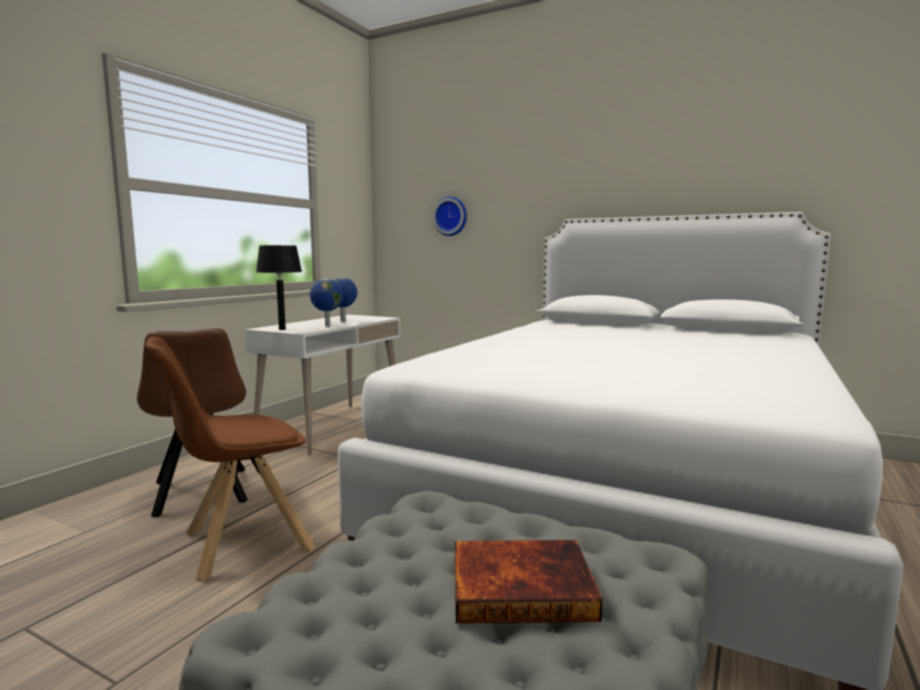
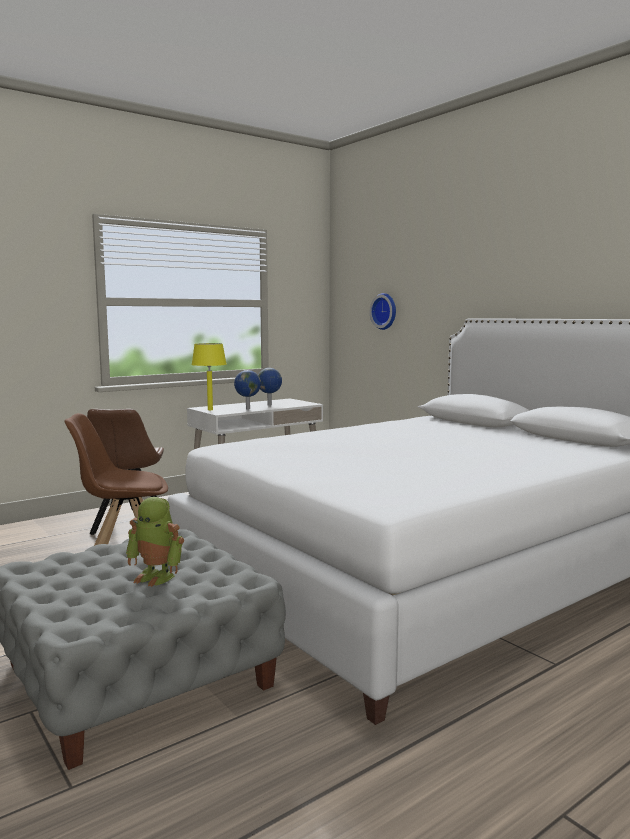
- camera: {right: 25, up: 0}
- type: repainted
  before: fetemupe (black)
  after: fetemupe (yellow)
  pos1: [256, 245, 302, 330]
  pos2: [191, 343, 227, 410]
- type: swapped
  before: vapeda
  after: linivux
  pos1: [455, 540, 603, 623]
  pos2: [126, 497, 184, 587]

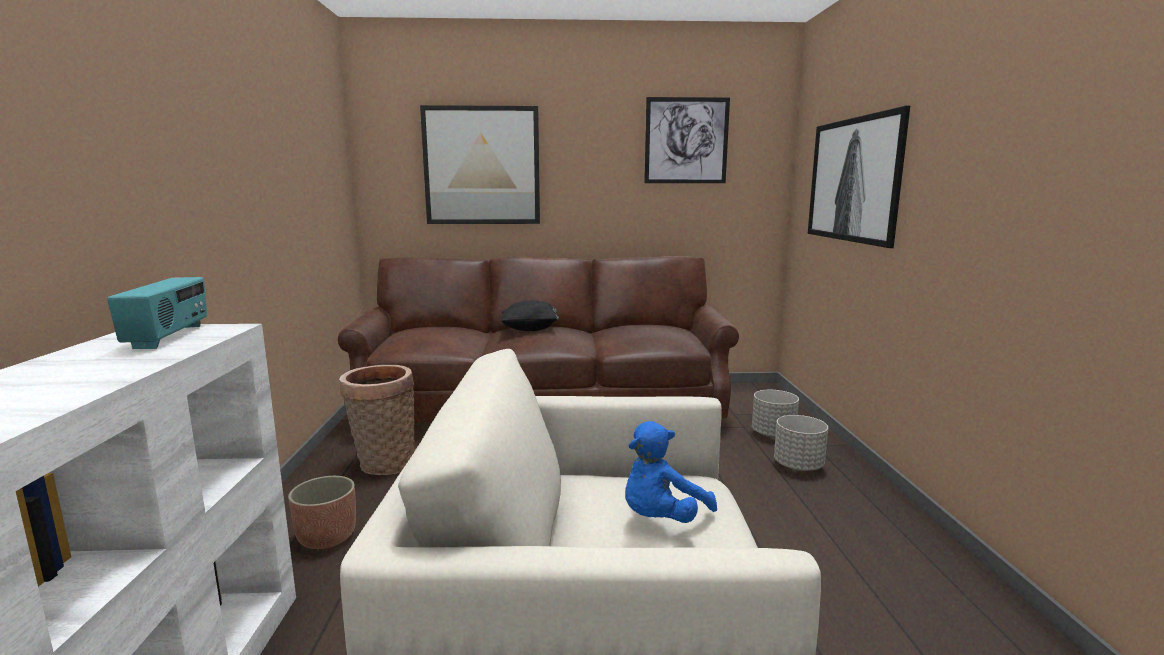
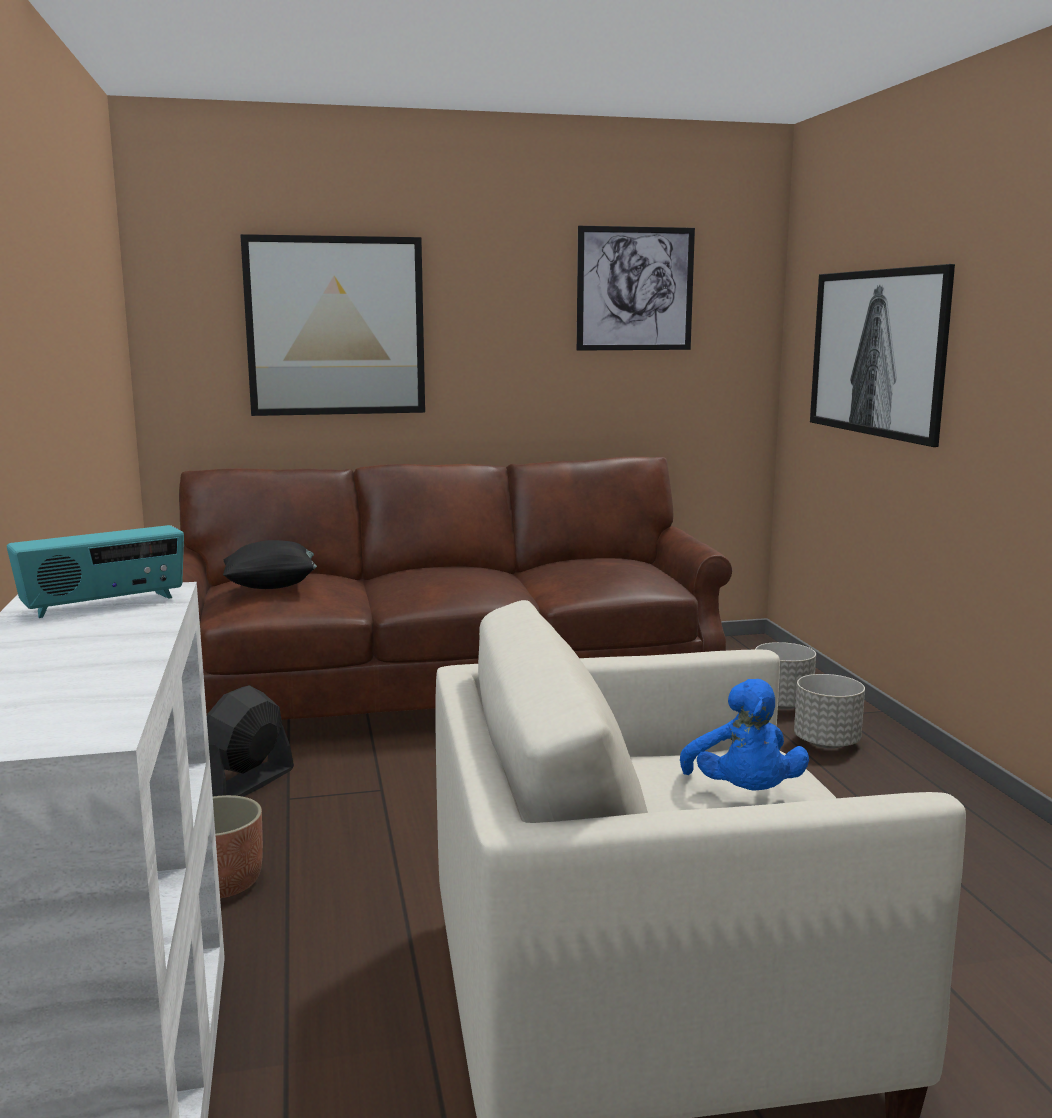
- camera: {right: -10, up: 0}
- type: rotated
  before: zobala
  pos1: [107, 277, 207, 349]
  pos2: [7, 525, 184, 618]
  turn: 75
- type: shifted
  before: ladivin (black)
  pos1: [500, 300, 559, 331]
  pos2: [223, 540, 317, 589]
- type: swapped
  before: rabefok
  after: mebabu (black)
  pos1: [339, 365, 415, 475]
  pos2: [207, 685, 294, 797]
- type: rotated
  before: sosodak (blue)
  pos1: [625, 421, 717, 523]
  pos2: [680, 679, 809, 790]
  turn: -45

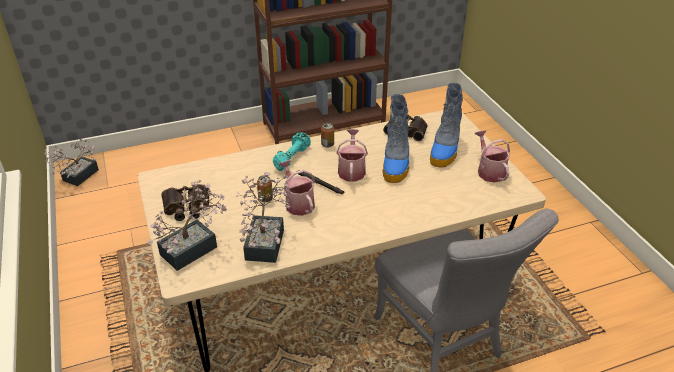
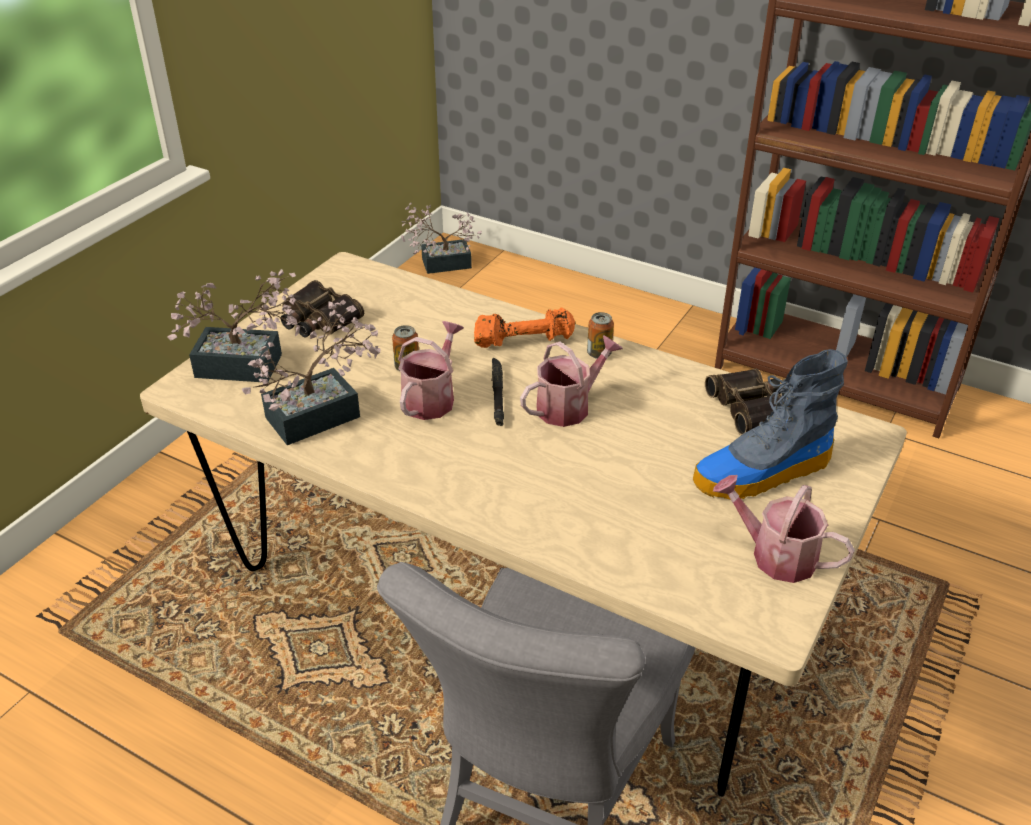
- camera: {right: 50, up: 0}
- type: gone
  before: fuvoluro
  pos1: [383, 94, 409, 183]
- type: rotated
  before: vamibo
  pos1: [475, 130, 510, 183]
  pos2: [713, 475, 855, 583]
  turn: -90
- type: repainted
  before: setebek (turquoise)
  after: setebek (orange)
  pos1: [273, 132, 311, 171]
  pos2: [474, 307, 576, 348]

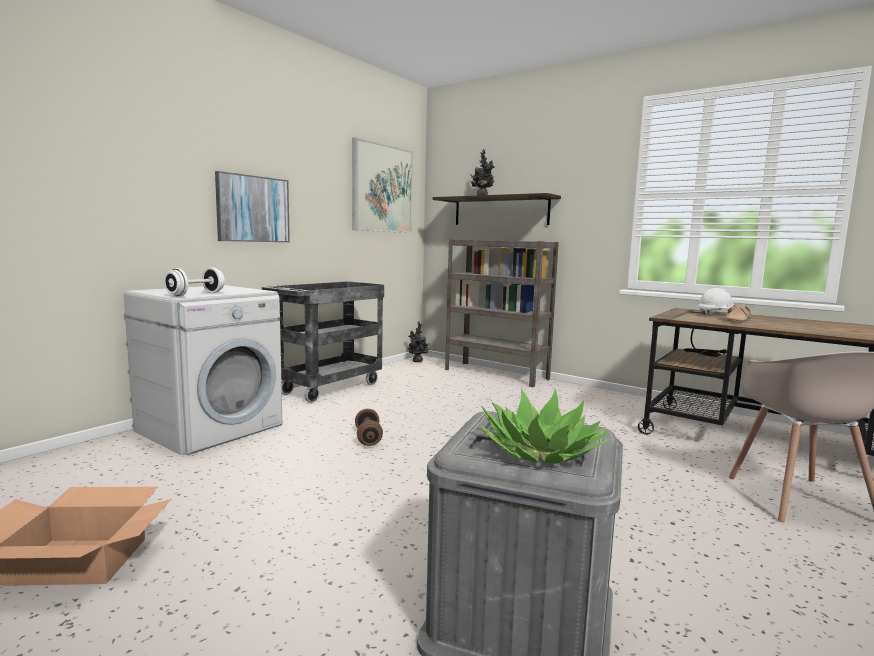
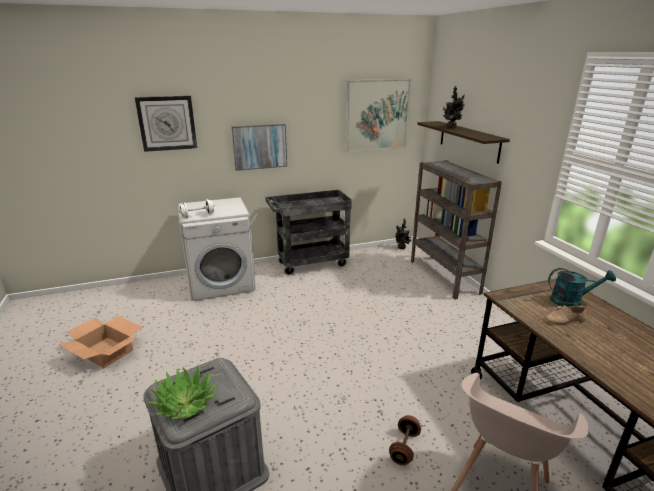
- camera: {right: 35, up: 15}
- type: swapped
  before: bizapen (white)
  after: vamibo (turquoise)
  pos1: [697, 288, 734, 316]
  pos2: [548, 268, 616, 307]
- type: shifted
  before: setebek (brown)
  pos1: [355, 409, 383, 446]
  pos2: [389, 415, 421, 466]
- type: new
  after: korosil
  pos2: [135, 96, 197, 152]

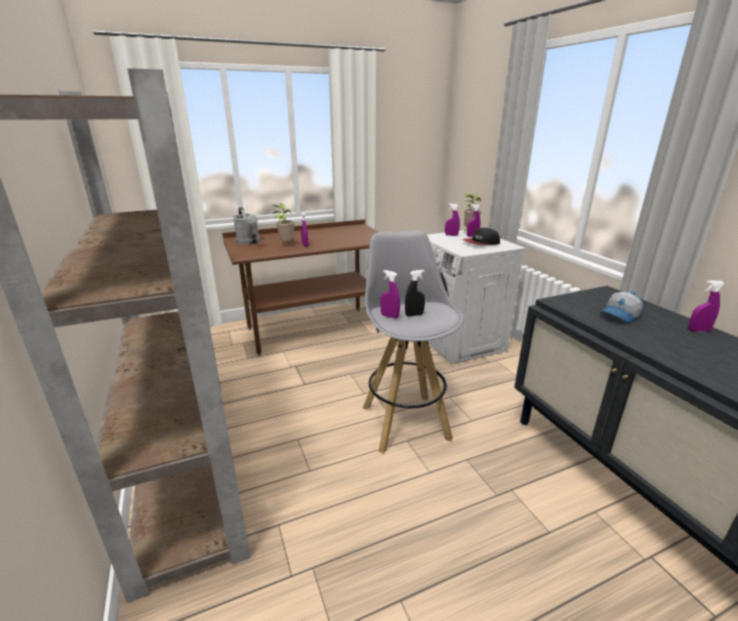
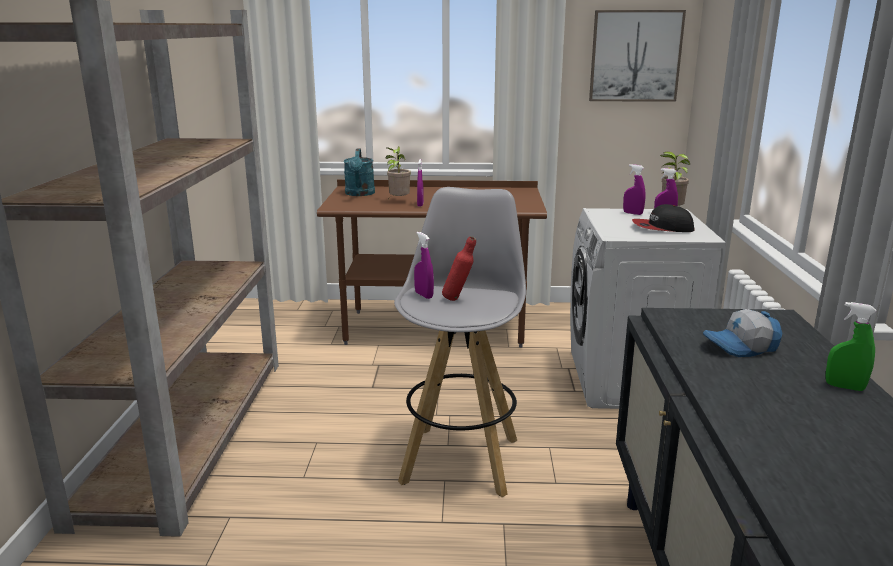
- camera: {right: 25, up: -5}
- type: repainted
  before: vamibo (grey)
  after: vamibo (turquoise)
  pos1: [233, 207, 260, 245]
  pos2: [344, 149, 375, 196]
- type: swapped
  before: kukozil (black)
  after: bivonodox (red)
  pos1: [405, 270, 425, 317]
  pos2: [442, 236, 476, 301]
- type: repainted
  before: kukozil (purple)
  after: kukozil (green)
  pos1: [688, 280, 725, 332]
  pos2: [826, 302, 877, 391]
- type: new
  after: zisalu
  pos2: [589, 10, 686, 102]

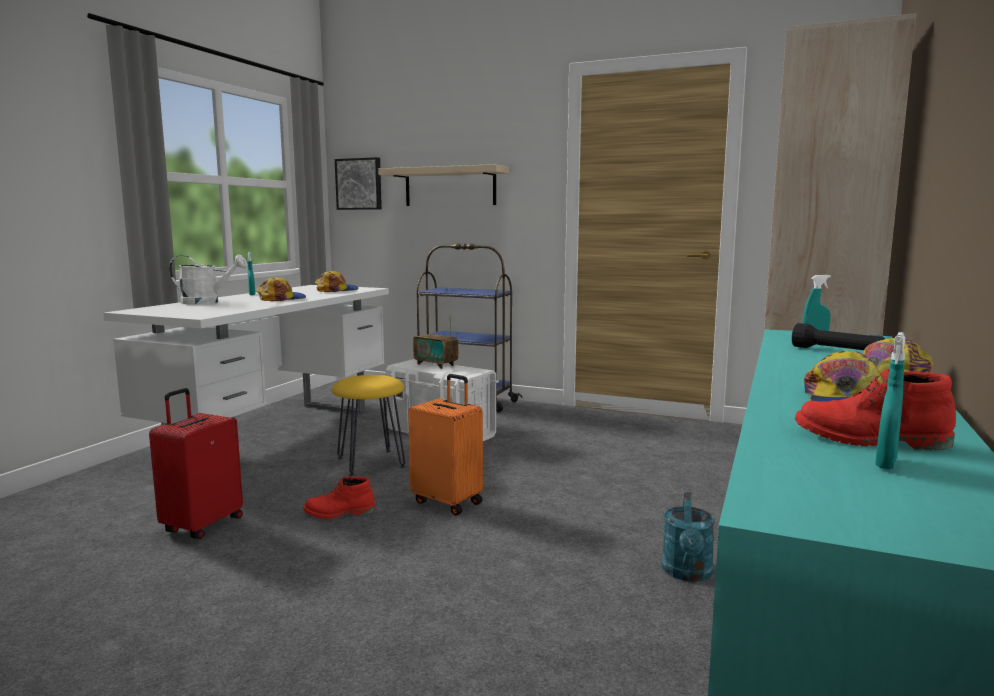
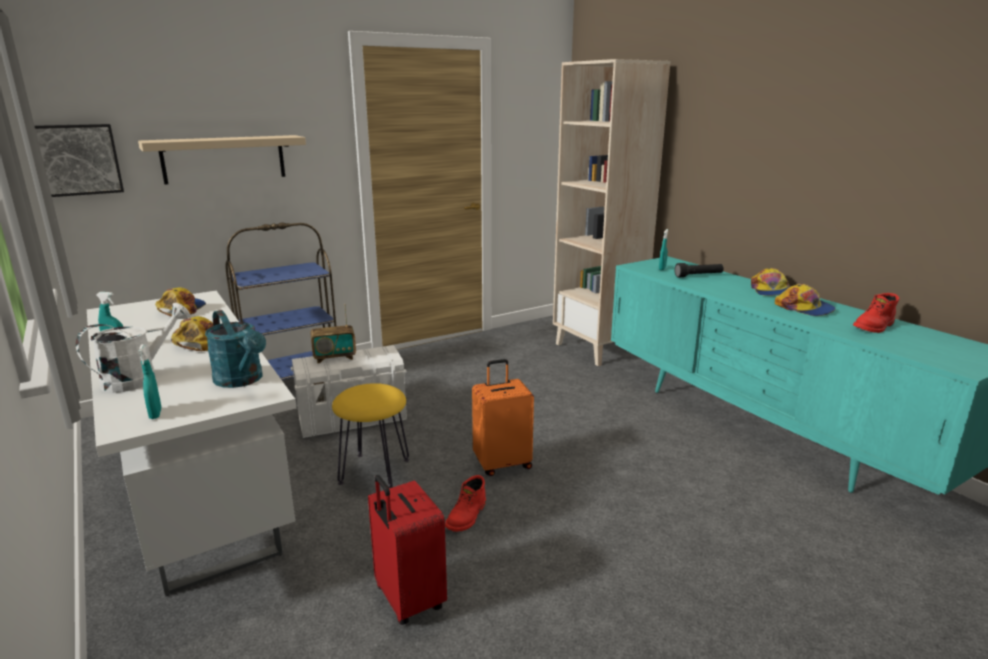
- camera: {right: -55, up: 10}
- type: shifted
  before: kukozil (turquoise)
  pos1: [875, 332, 905, 469]
  pos2: [138, 344, 162, 419]
- type: shifted
  before: vamibo (turquoise)
  pos1: [662, 492, 715, 582]
  pos2: [205, 310, 266, 388]

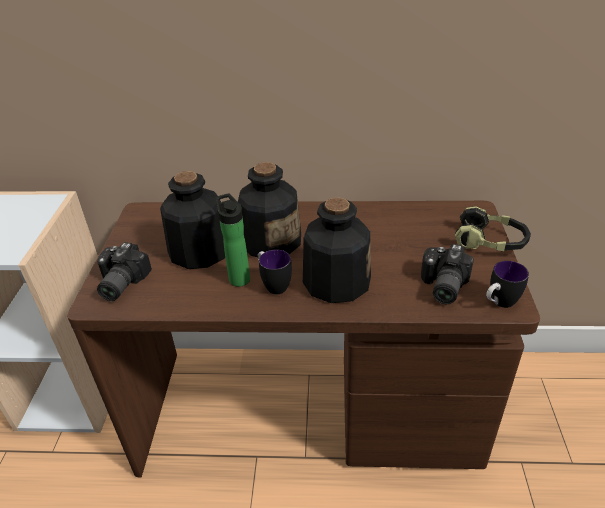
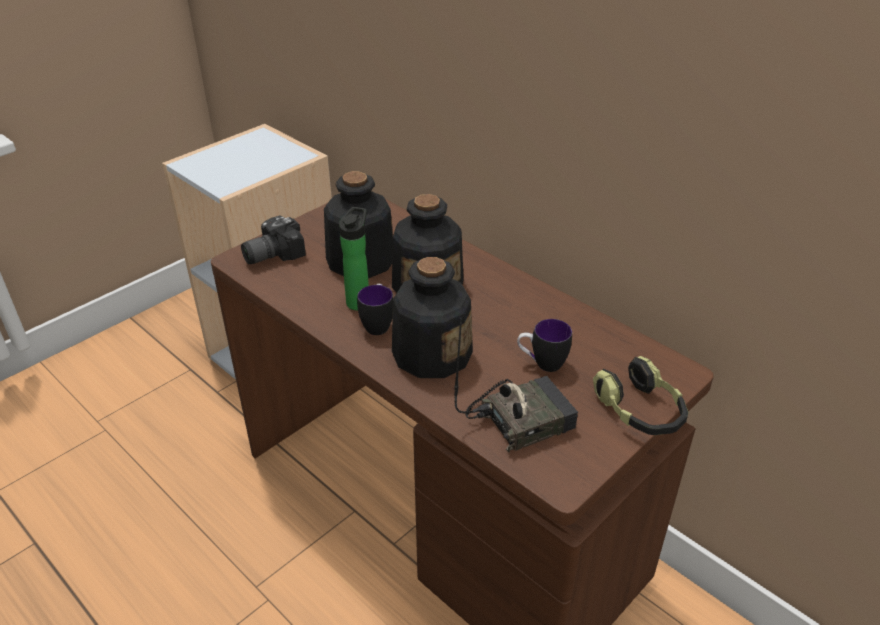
- camera: {right: 40, up: 0}
- type: swapped
  before: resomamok
  after: zobala
  pos1: [421, 244, 474, 304]
  pos2: [454, 318, 578, 453]
- type: shifted
  before: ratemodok
  pos1: [486, 261, 529, 308]
  pos2: [517, 319, 572, 372]

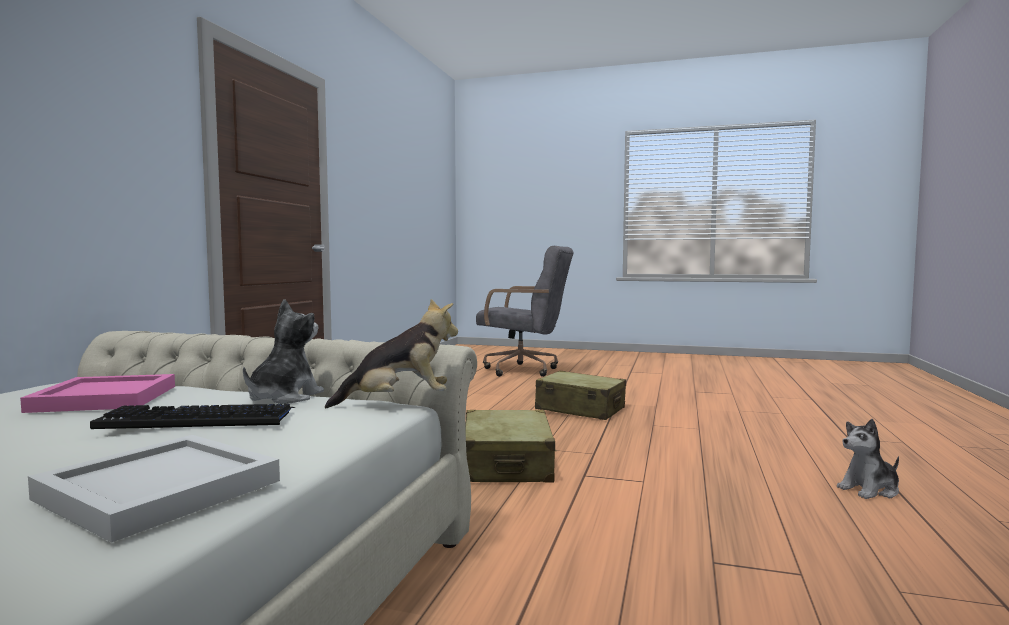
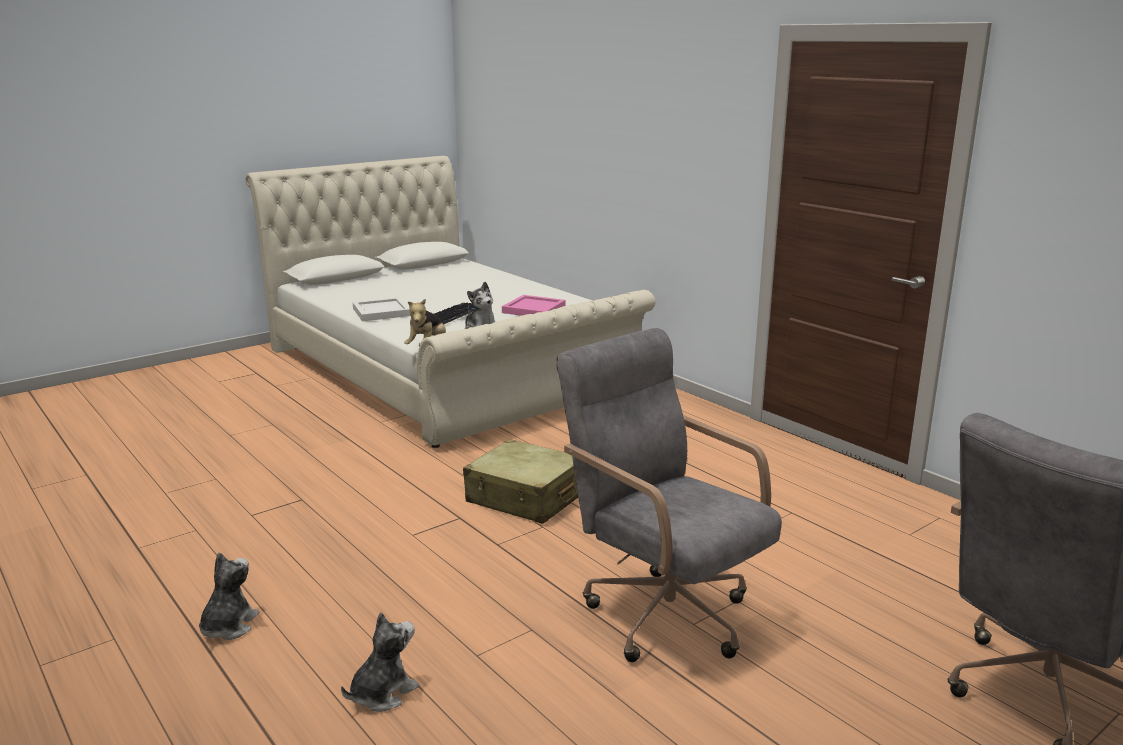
- camera: {right: 125, up: 15}
- type: swapped
  before: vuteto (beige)
  after: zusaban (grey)
  pos1: [535, 371, 626, 420]
  pos2: [556, 328, 782, 662]
- type: new
  after: sosodak
  pos2: [341, 612, 419, 712]

